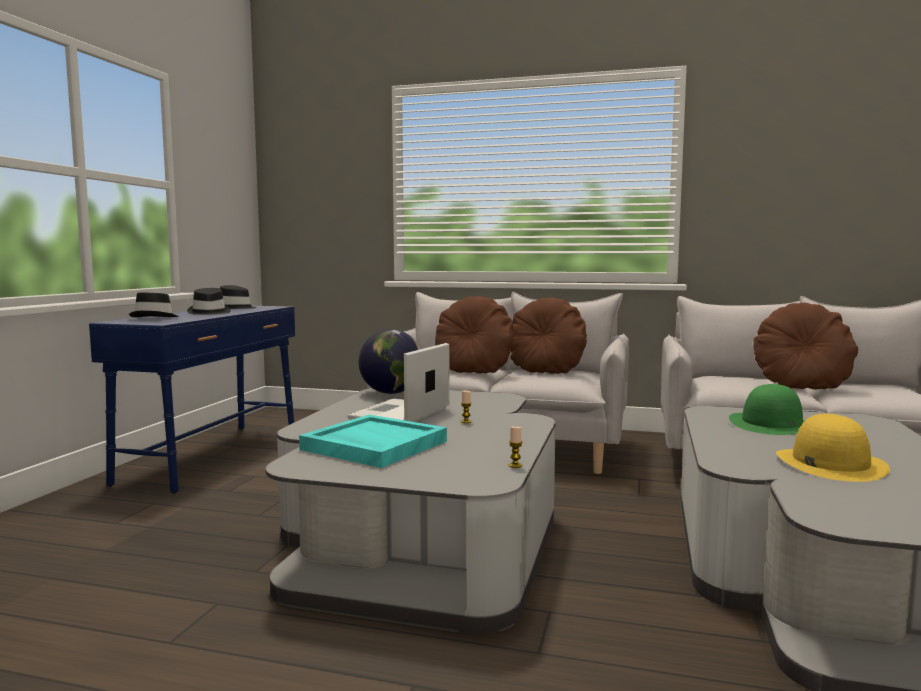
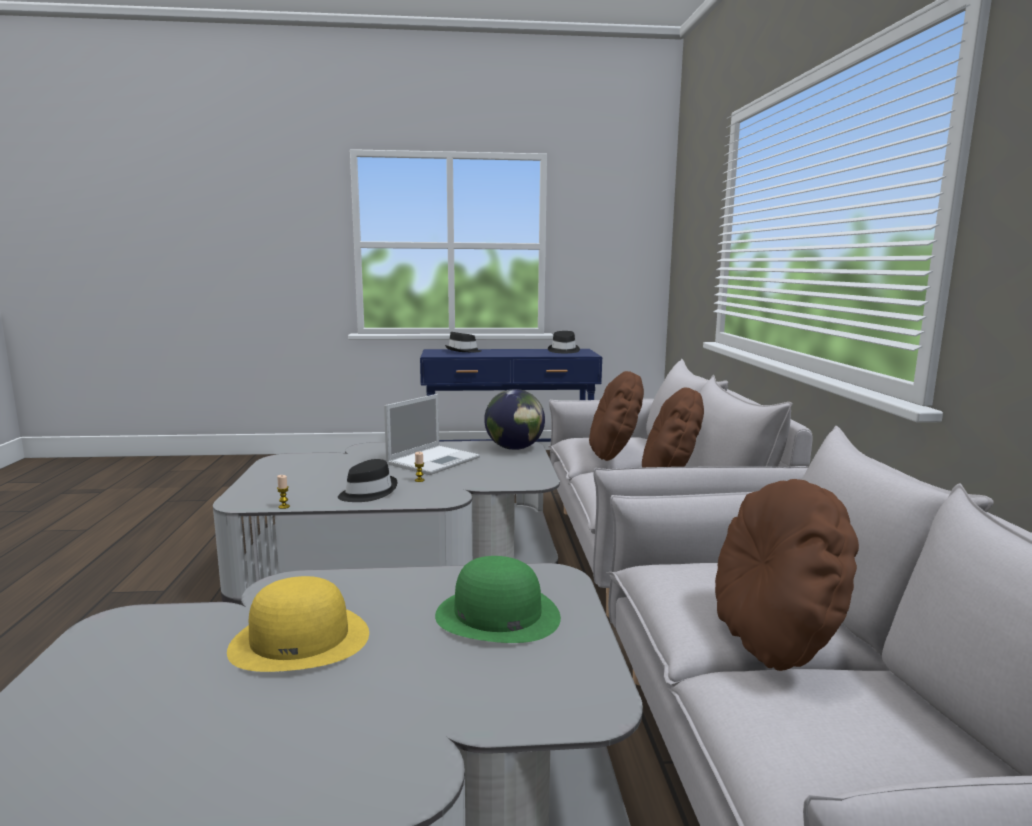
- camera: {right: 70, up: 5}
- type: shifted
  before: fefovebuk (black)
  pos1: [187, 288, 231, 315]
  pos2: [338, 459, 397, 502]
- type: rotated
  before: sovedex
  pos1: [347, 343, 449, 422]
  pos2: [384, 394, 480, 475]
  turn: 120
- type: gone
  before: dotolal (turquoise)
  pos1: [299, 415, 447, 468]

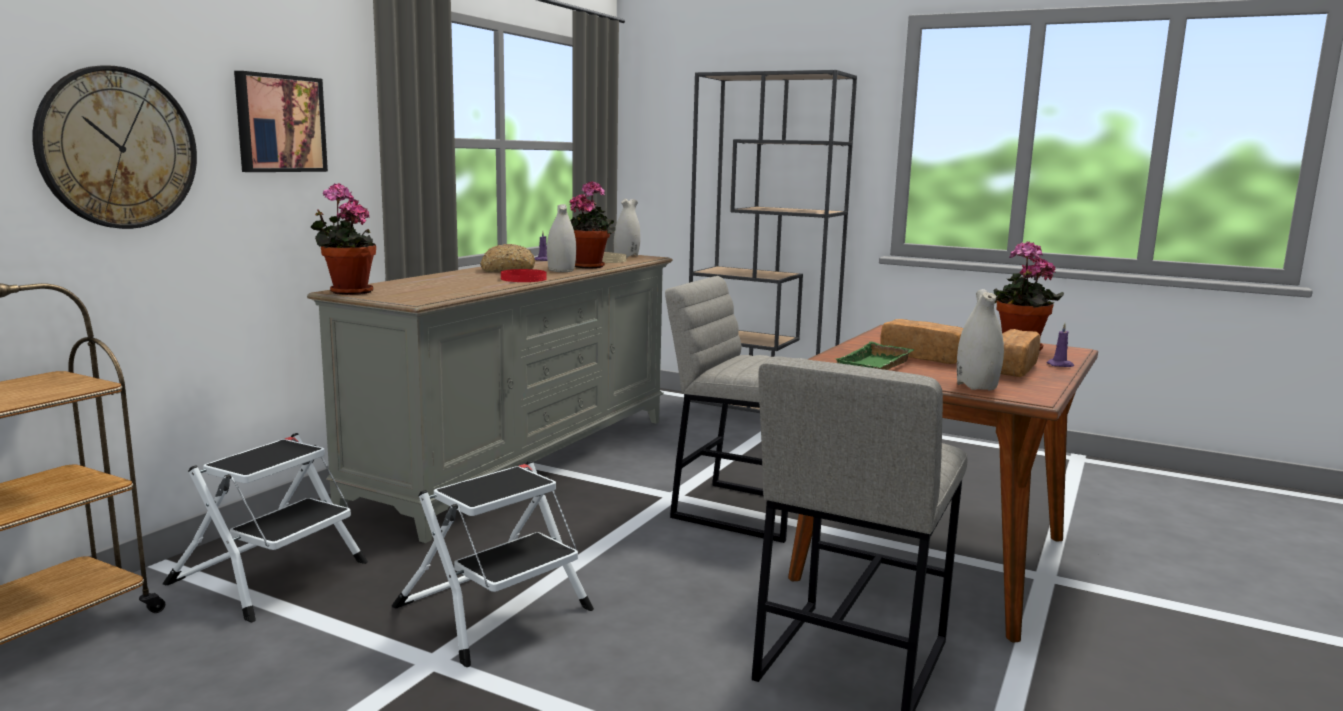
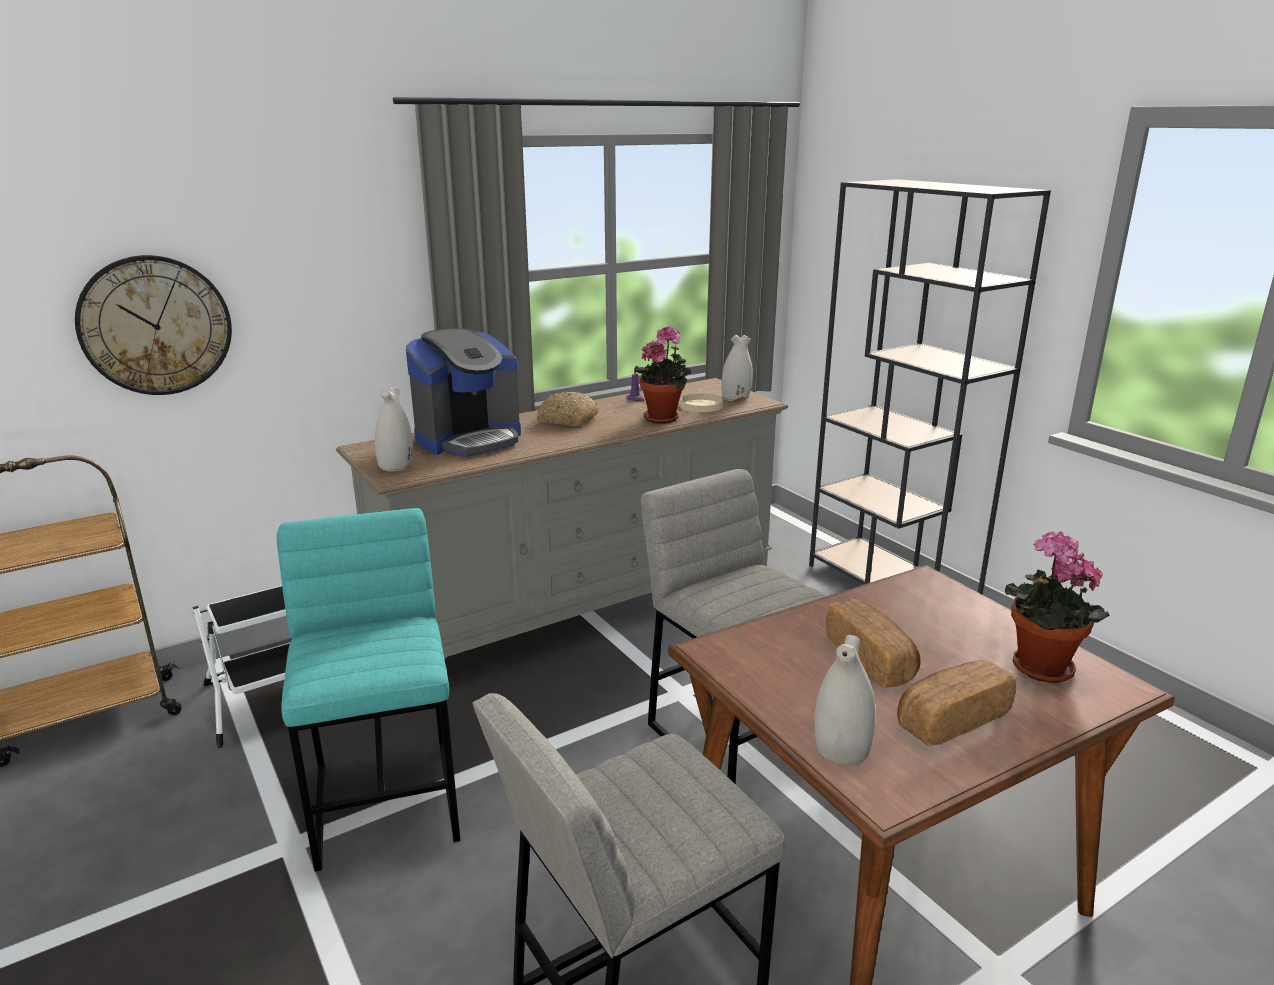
- camera: {right: 30, up: 10}
- type: gone
  before: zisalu
  pos1: [234, 71, 328, 172]
- type: gone
  before: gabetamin
  pos1: [311, 183, 376, 295]
- type: shifted
  before: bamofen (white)
  pos1: [547, 204, 576, 272]
  pos2: [375, 388, 413, 472]
- type: gone
  before: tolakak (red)
  pos1: [501, 269, 547, 282]
- type: gone
  before: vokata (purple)
  pos1: [1047, 323, 1074, 367]
- type: gone
  before: dotolal (green)
  pos1: [834, 342, 914, 370]
- type: swapped
  before: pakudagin
  after: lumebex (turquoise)
  pos1: [392, 460, 594, 667]
  pos2: [277, 508, 460, 872]
- type: new
  after: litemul
  pos2: [406, 328, 521, 457]

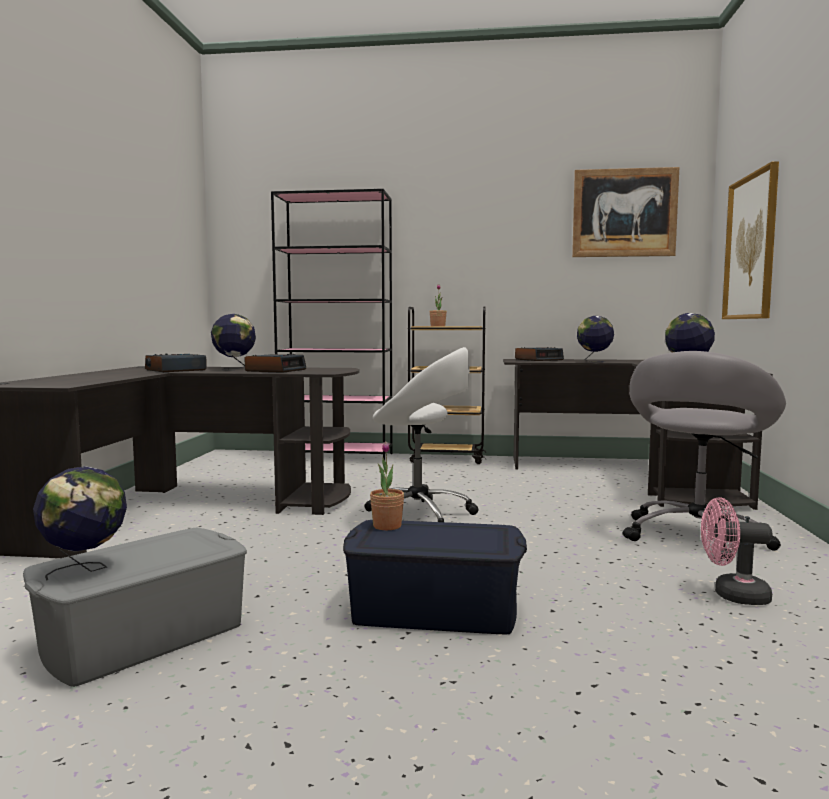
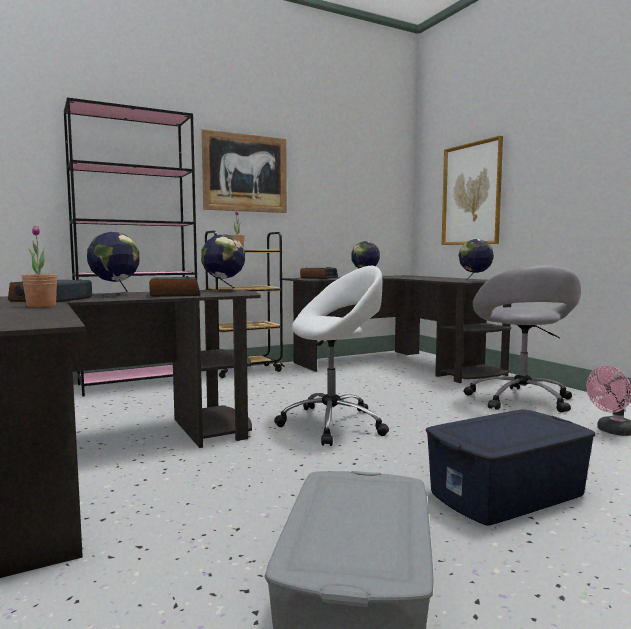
- camera: {right: -35, up: 0}
- type: shifted
  before: zisalu
  pos1: [572, 167, 679, 257]
  pos2: [201, 129, 287, 213]
- type: shifted
  before: gabetamin
  pos1: [370, 441, 404, 530]
  pos2: [22, 226, 57, 307]
- type: shifted
  before: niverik
  pos1: [33, 466, 127, 581]
  pos2: [201, 234, 245, 292]

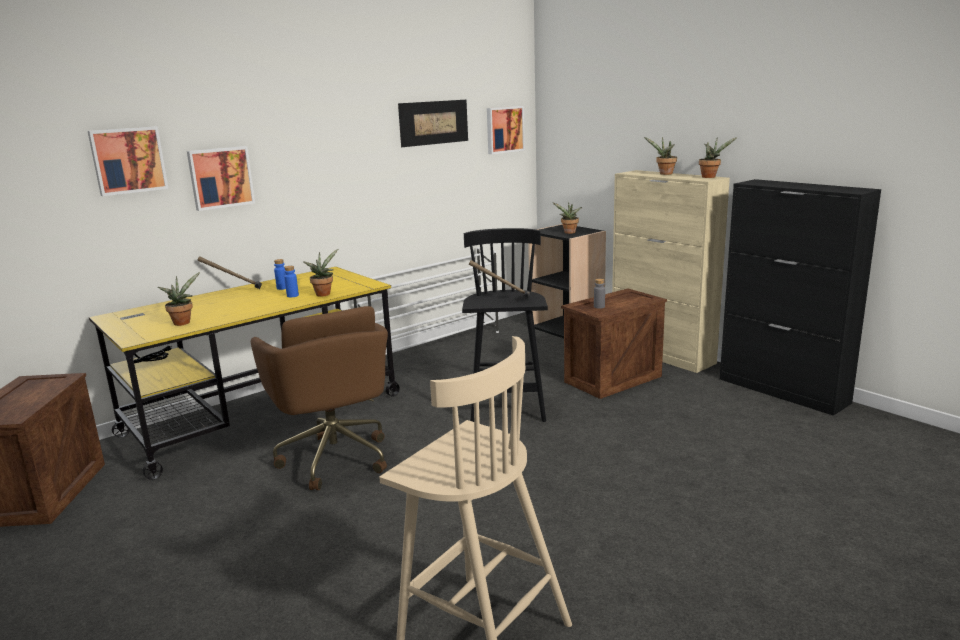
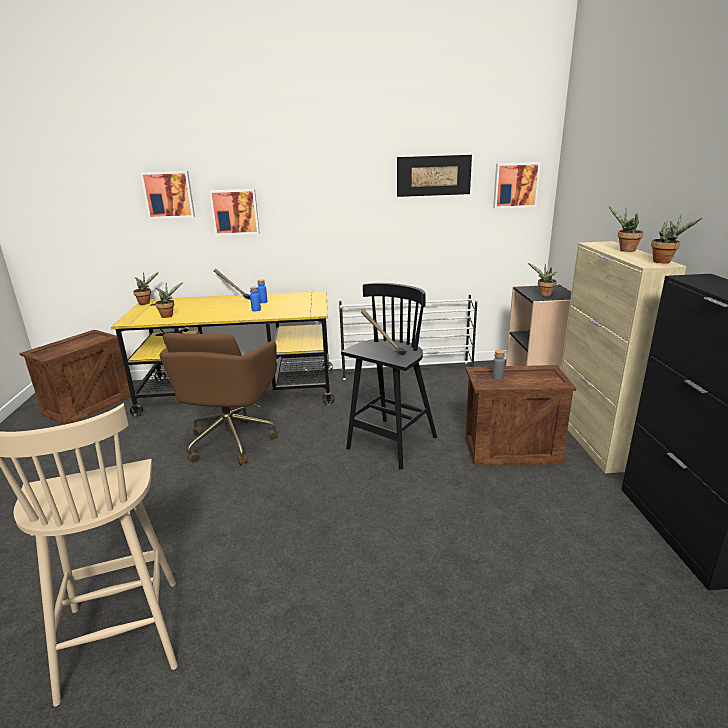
- camera: {right: 35, up: 5}
- type: shifted
  before: gabetamin
  pos1: [304, 249, 338, 297]
  pos2: [133, 272, 159, 305]

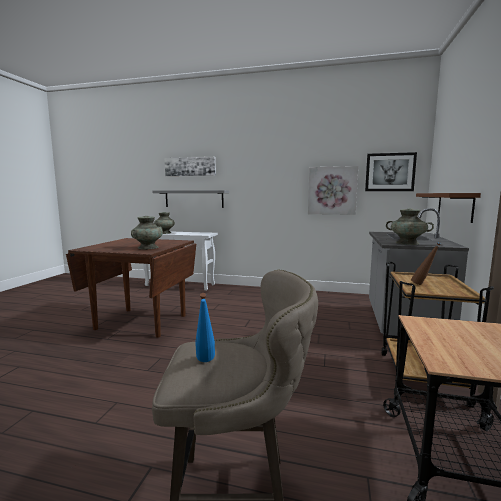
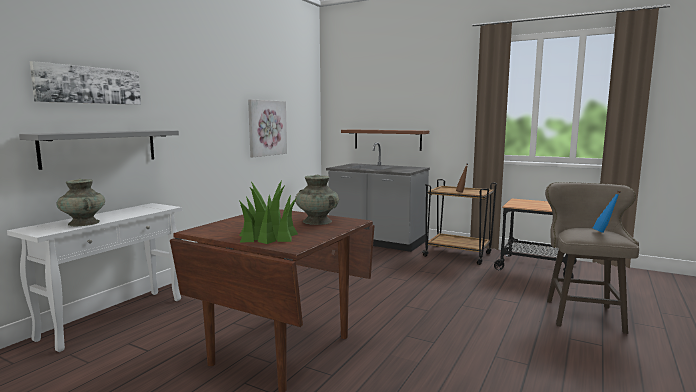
- camera: {right: -75, up: 0}
- type: gone
  before: zisalu
  pos1: [365, 152, 417, 191]
- type: gone
  before: bamofen (turquoise)
  pos1: [386, 208, 434, 245]
- type: new
  after: gabetamin
  pos2: [239, 181, 298, 244]

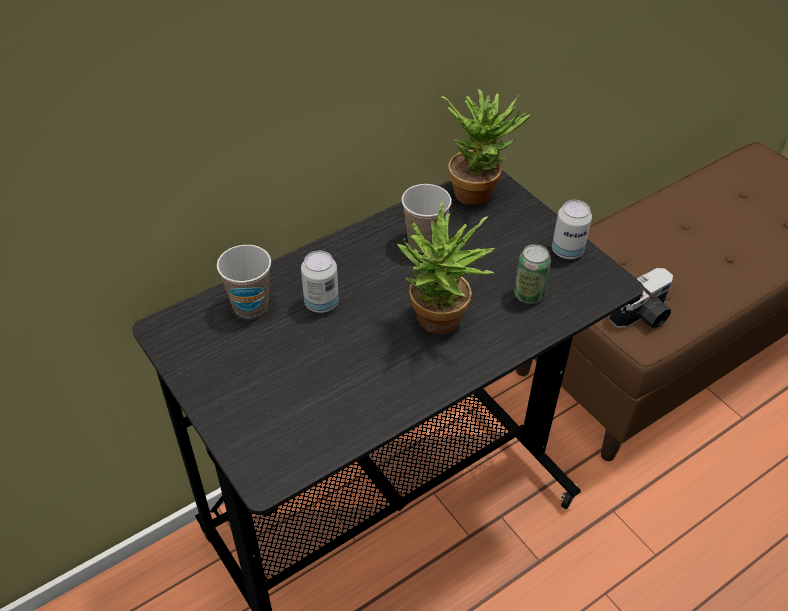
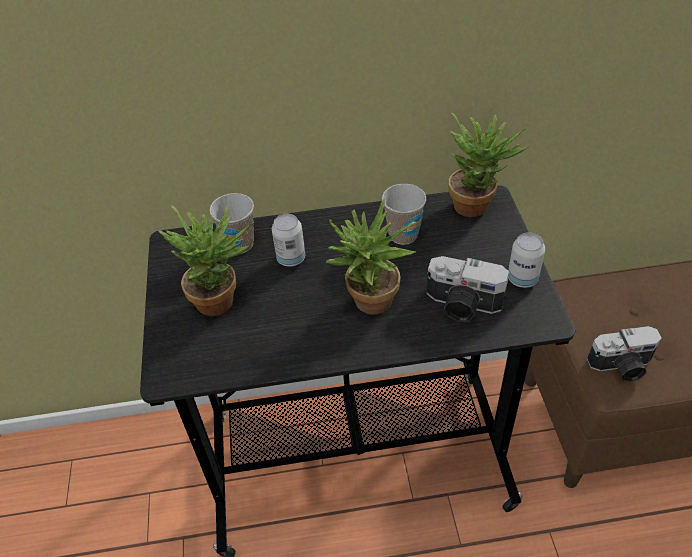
- camera: {right: 30, up: 0}
- type: swapped
  before: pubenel
  after: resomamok
  pos1: [514, 244, 551, 304]
  pos2: [427, 256, 509, 322]
- type: new
  after: gabetamin
  pos2: [158, 205, 254, 316]

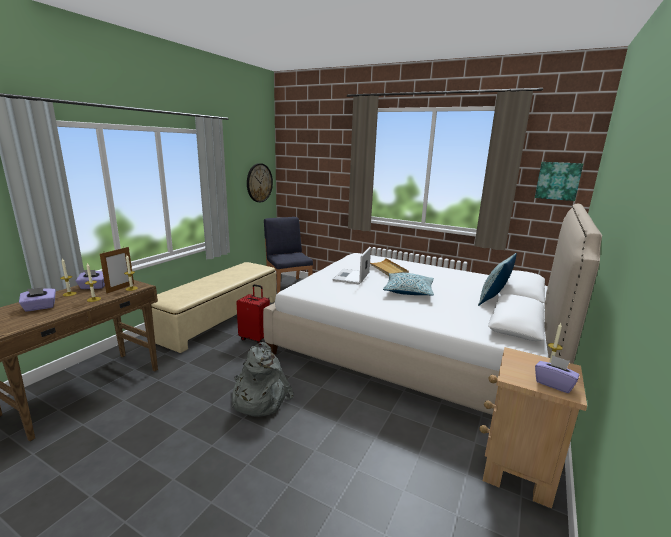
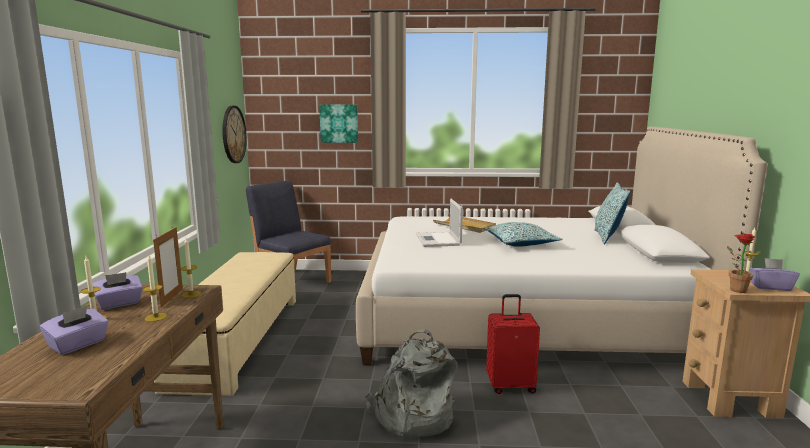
- camera: {right: -25, up: -5}
- type: shifted
  before: zisalu
  pos1: [535, 162, 583, 201]
  pos2: [319, 105, 358, 143]
- type: shifted
  before: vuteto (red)
  pos1: [236, 284, 270, 345]
  pos2: [486, 294, 540, 394]
- type: new
  after: gabetamin
  pos2: [727, 234, 761, 293]

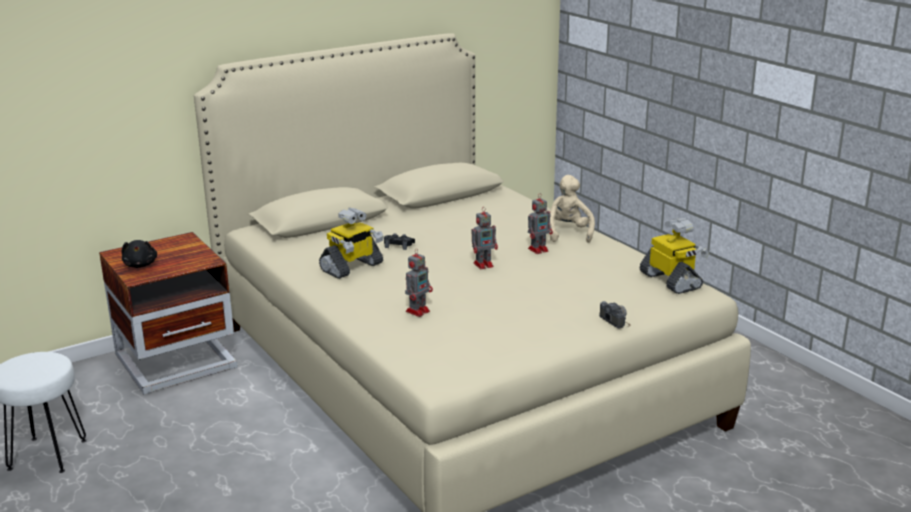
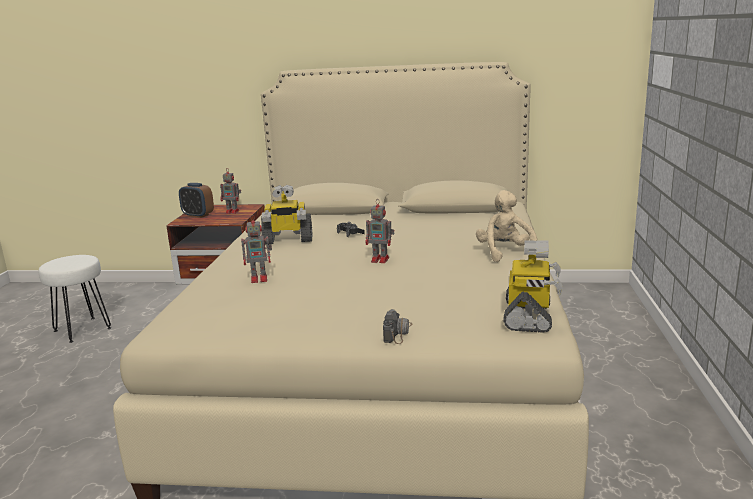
- camera: {right: 40, up: -5}
- type: rotated
  before: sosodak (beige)
  pos1: [544, 175, 595, 243]
  pos2: [476, 190, 537, 262]
  turn: -45
- type: shifted
  before: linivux
  pos1: [528, 193, 553, 254]
  pos2: [220, 169, 241, 214]
- type: swapped
  before: sosodak (black)
  after: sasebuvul
  pos1: [121, 240, 157, 268]
  pos2: [179, 183, 214, 218]

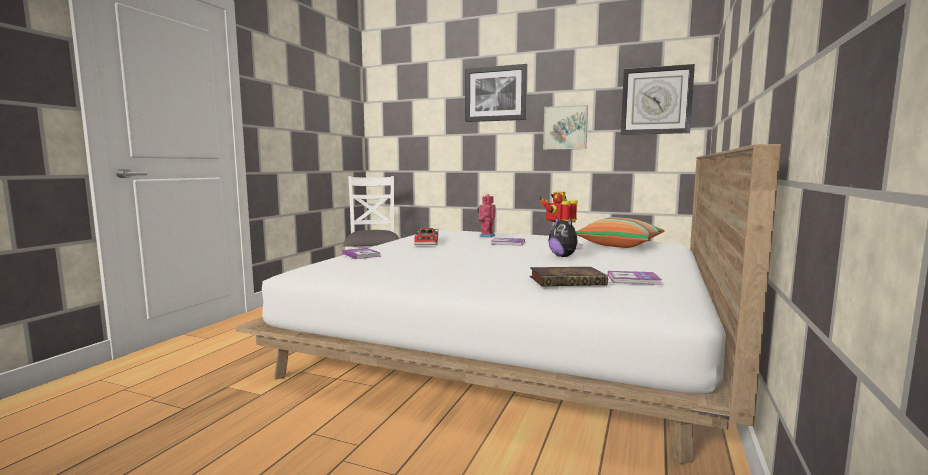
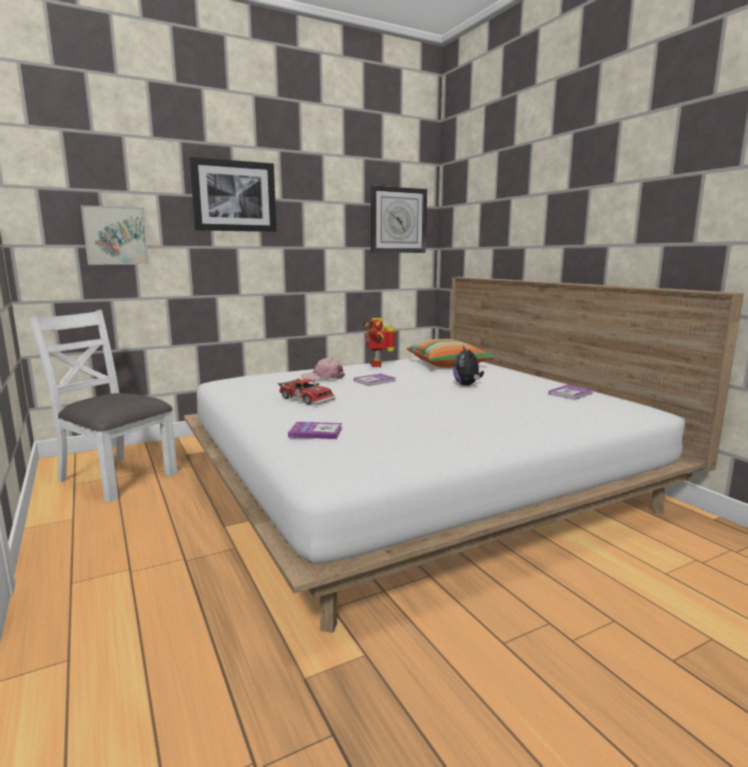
- camera: {right: -50, up: 5}
- type: shifted
  before: zisalu
  pos1: [543, 105, 588, 150]
  pos2: [81, 205, 149, 265]
- type: swapped
  before: linivux
  after: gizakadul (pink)
  pos1: [477, 194, 495, 238]
  pos2: [301, 358, 345, 380]
- type: rotated
  before: sosodak
  pos1: [548, 217, 583, 257]
  pos2: [453, 346, 484, 386]
  turn: 75
- type: gone
  before: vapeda
  pos1: [530, 267, 608, 286]

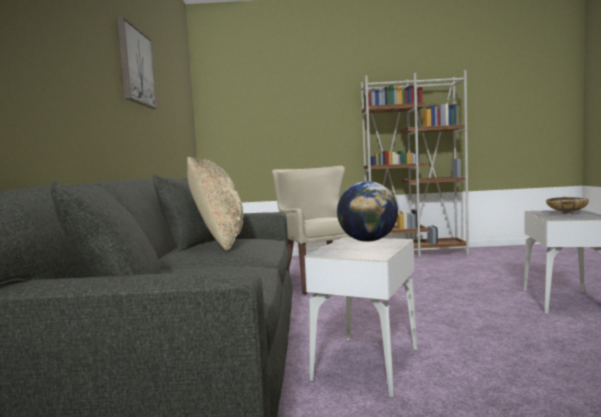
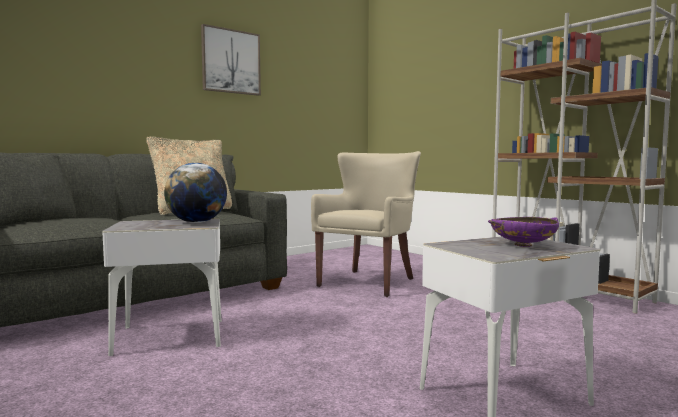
- camera: {right: 50, up: 0}
- type: repainted
  before: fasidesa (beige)
  after: fasidesa (purple)
  pos1: [546, 197, 589, 214]
  pos2: [488, 217, 559, 247]

